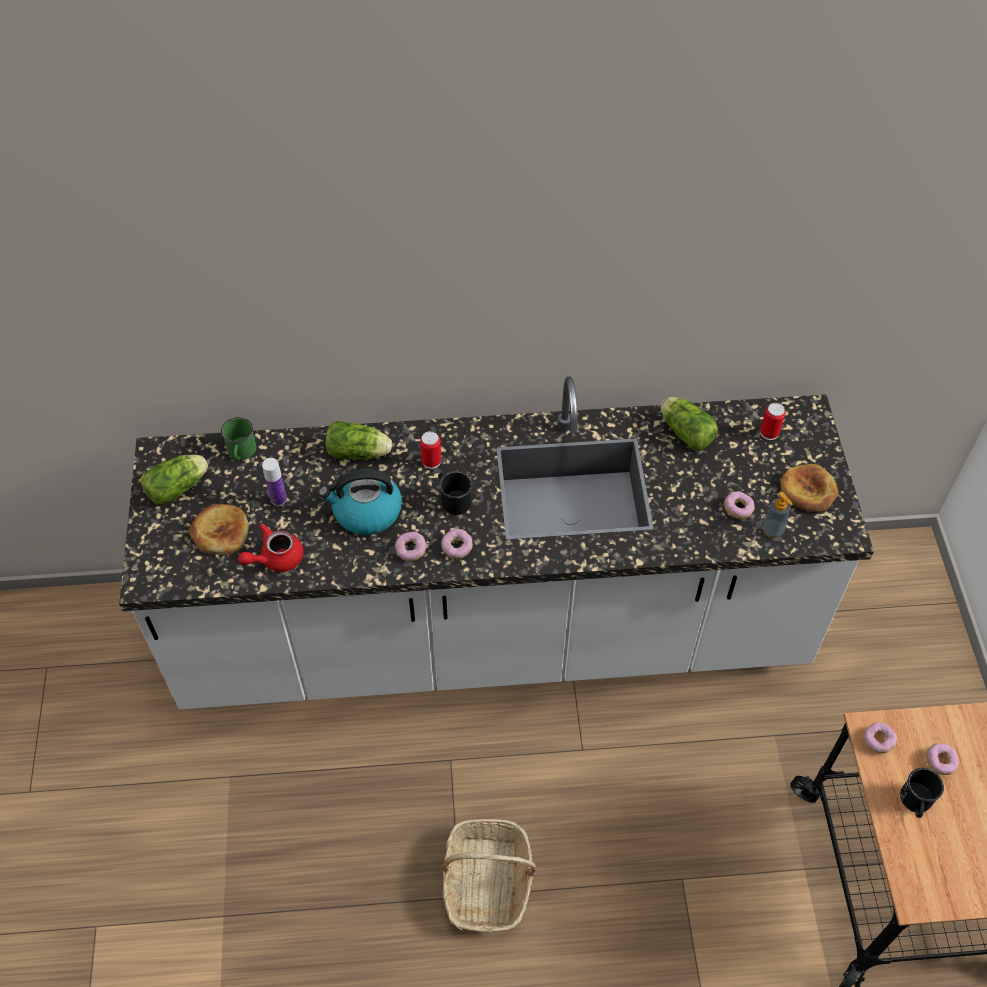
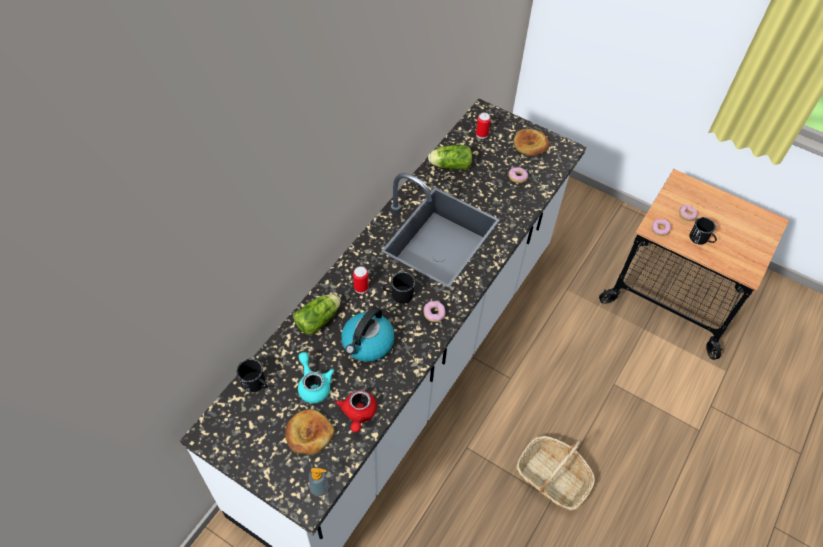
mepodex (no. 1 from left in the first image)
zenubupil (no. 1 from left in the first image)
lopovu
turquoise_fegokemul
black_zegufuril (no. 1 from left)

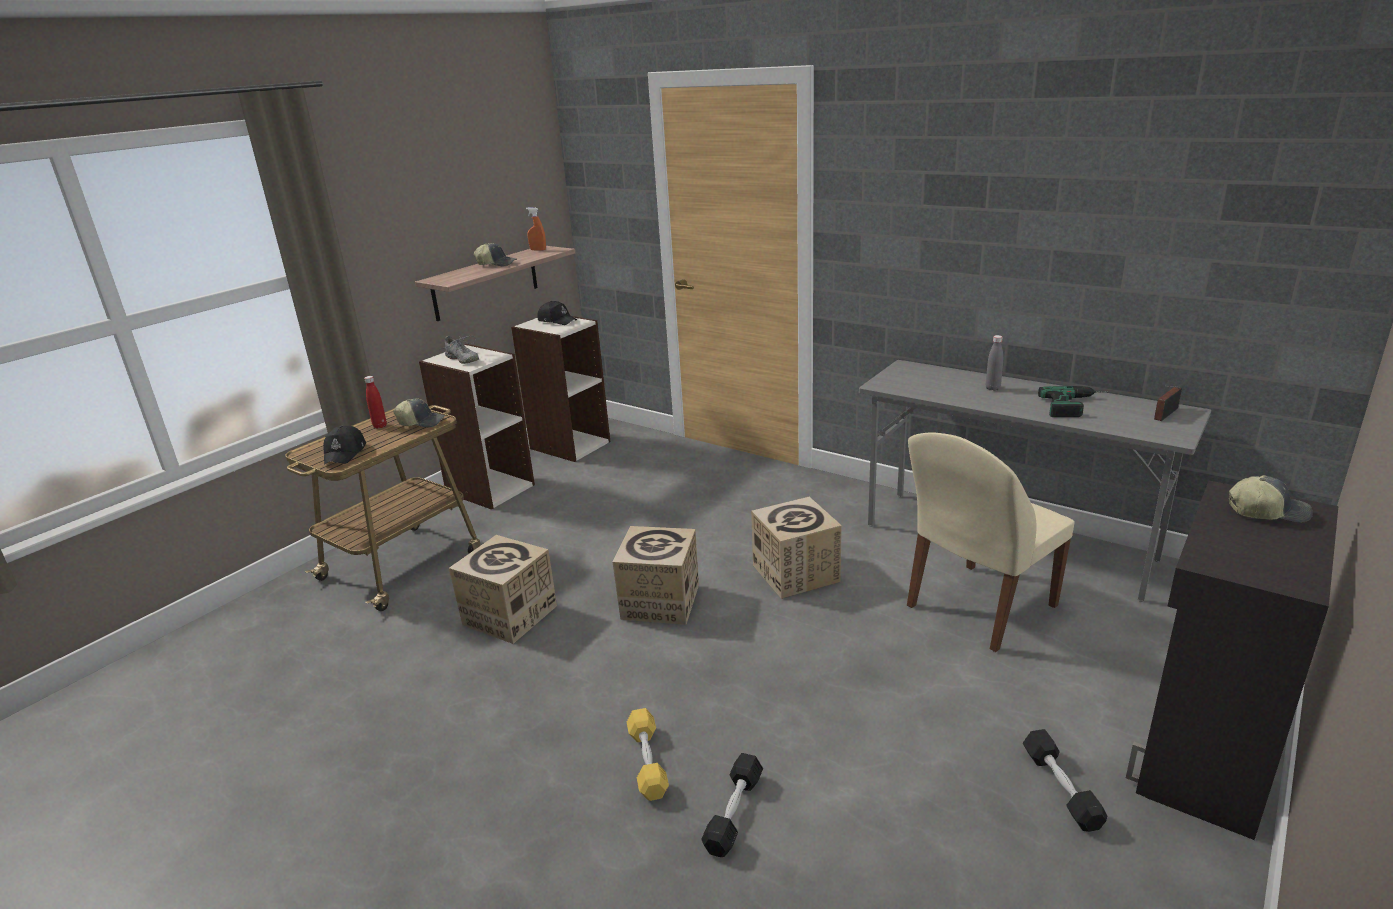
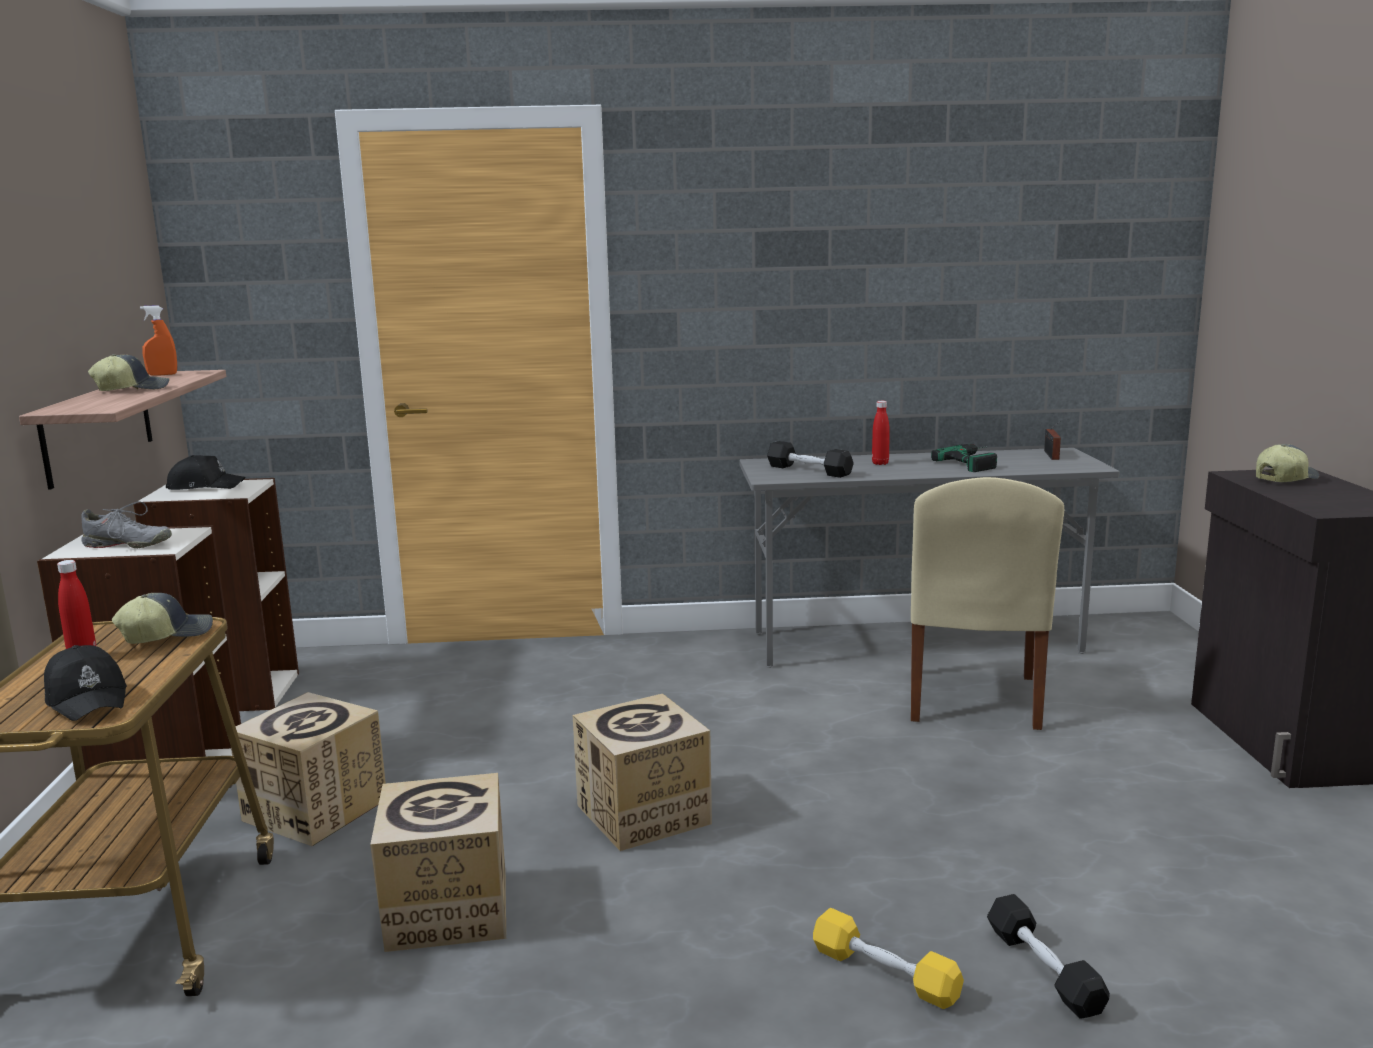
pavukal (no. 1 from left)
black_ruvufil (no. 1 from left)
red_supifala (no. 2 from left)

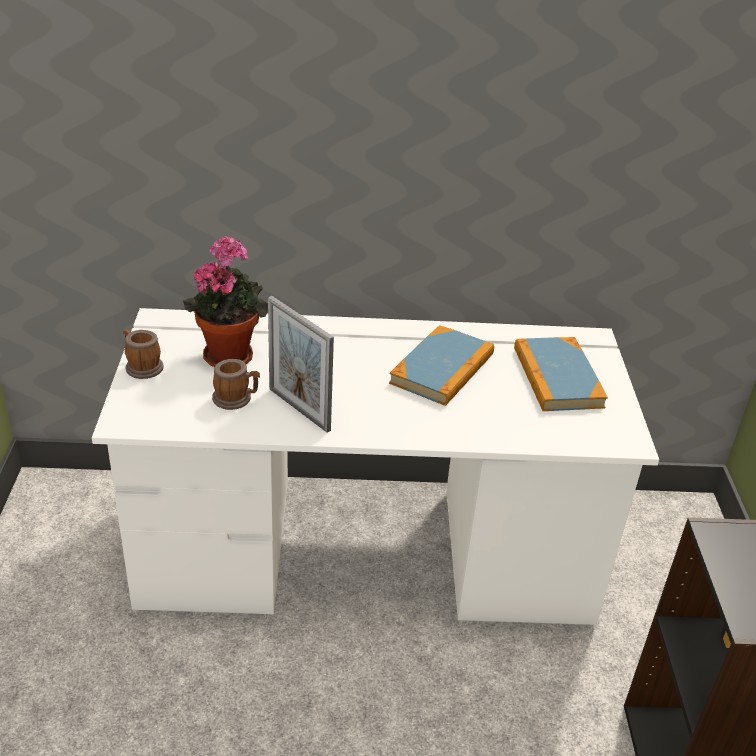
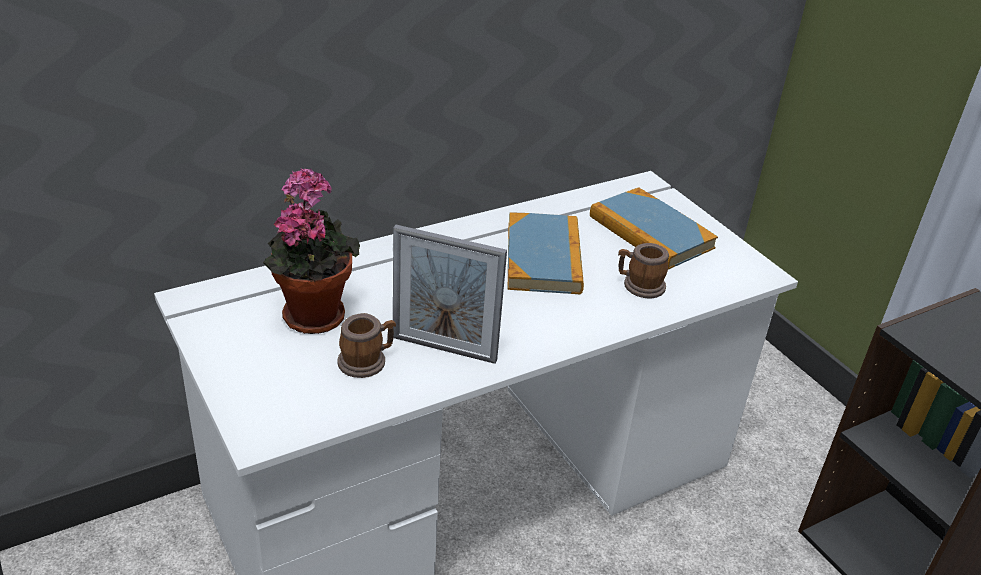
zegufuril (no. 2 from left)

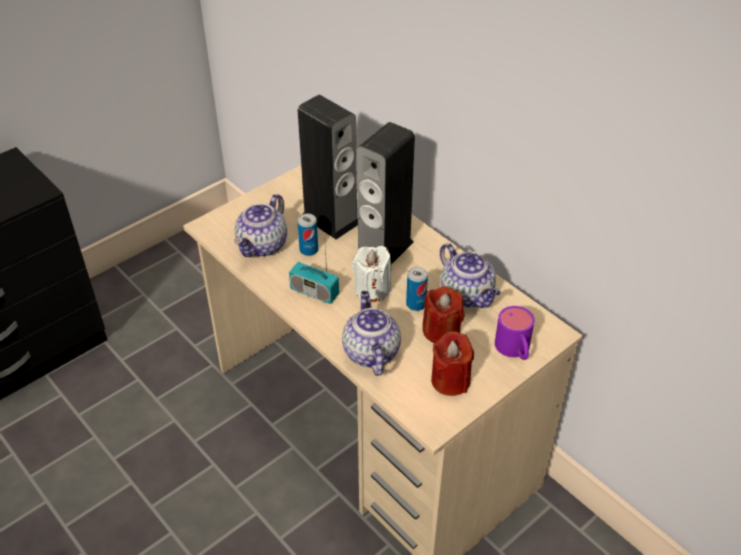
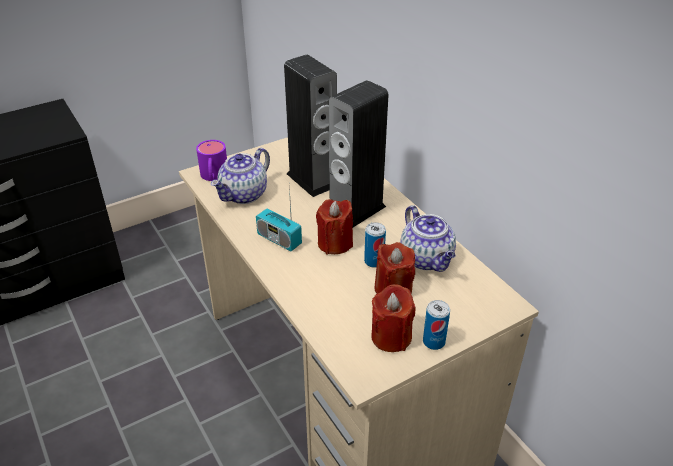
fegokemul (no. 2 from left in the first image)
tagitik (no. 2 from left)
purple_zegufuril
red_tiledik (no. 1 from left)

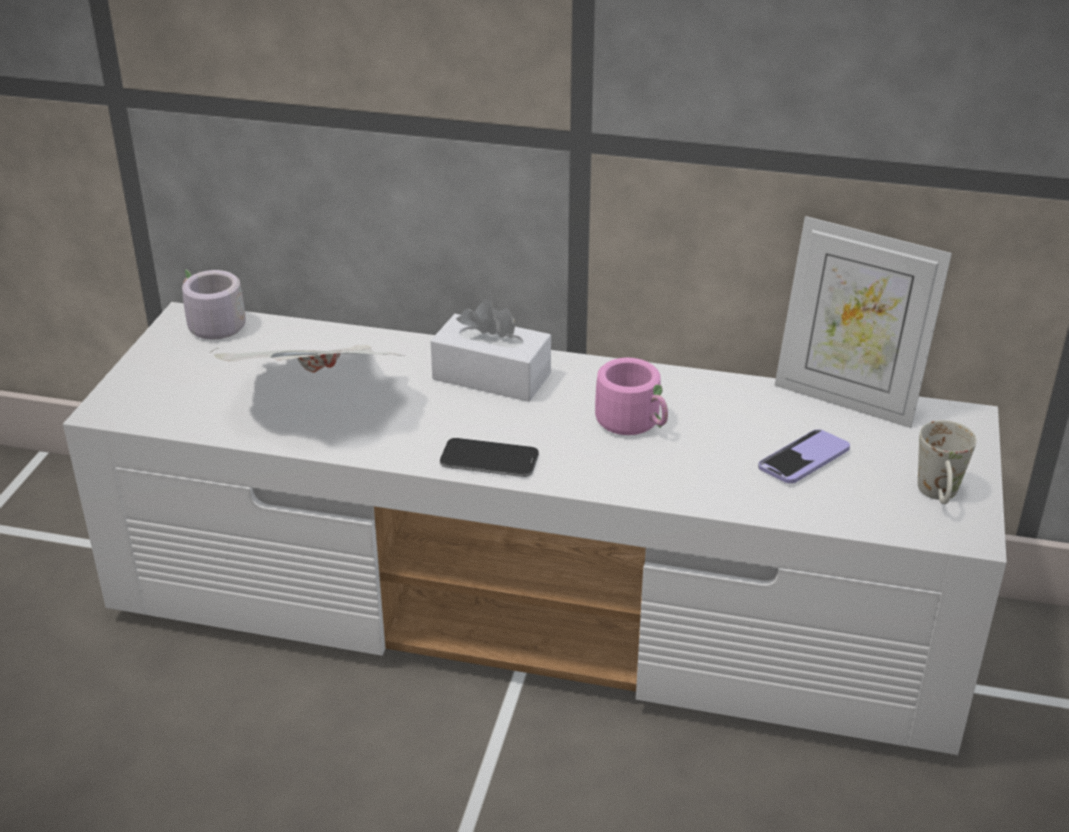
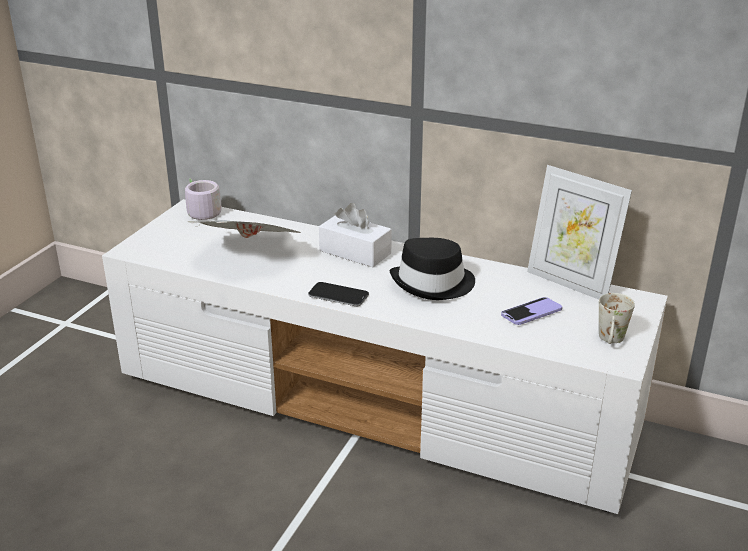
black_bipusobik

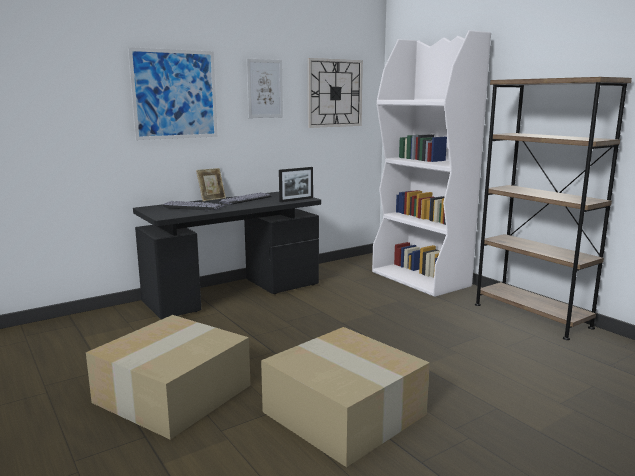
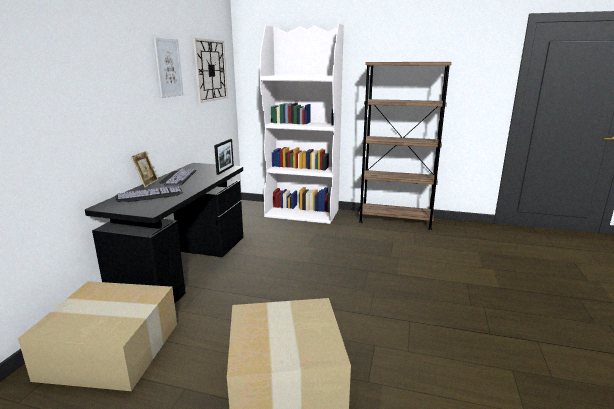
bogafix (no. 1 from left in the first image)
pavukal (no. 1 from left)

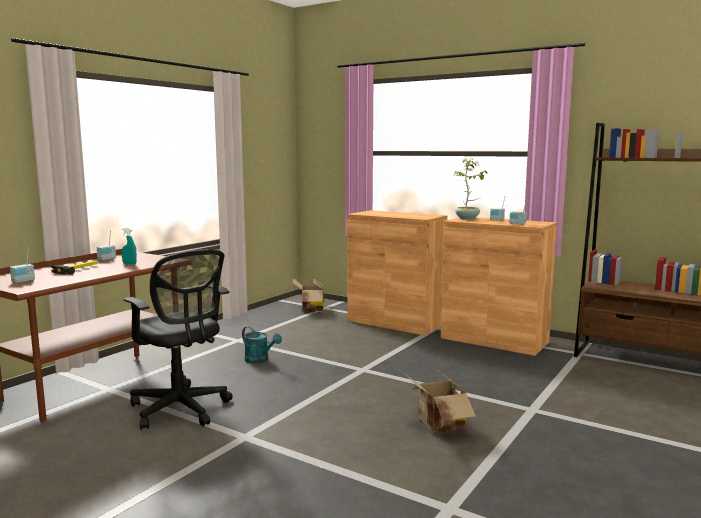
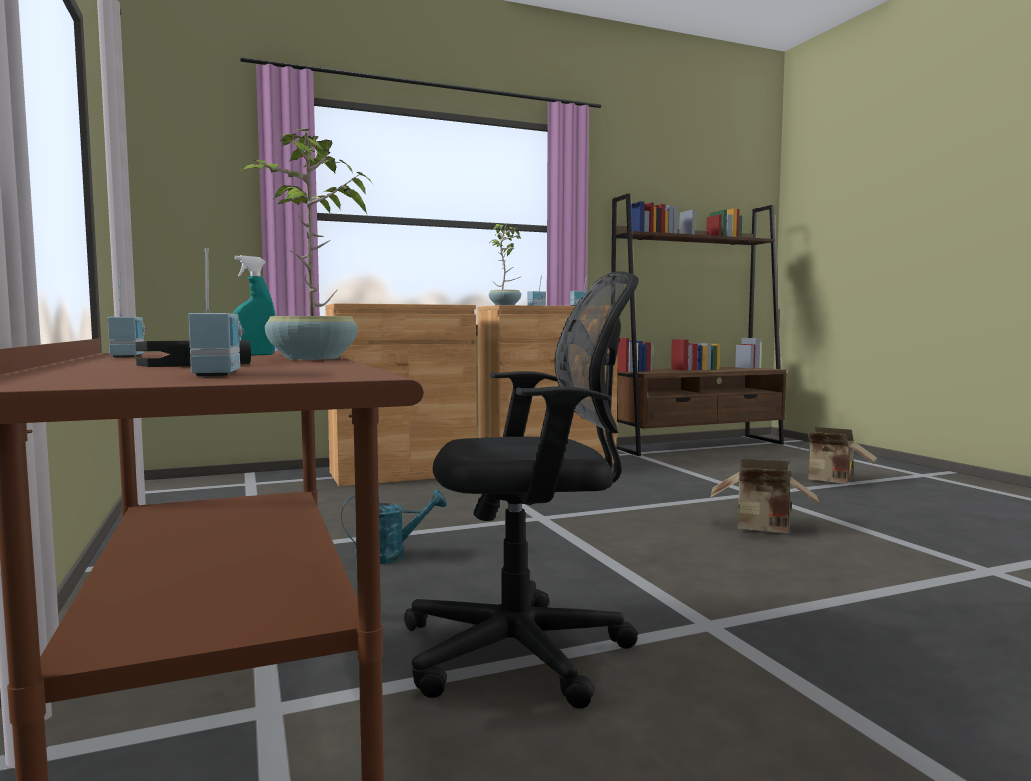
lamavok (no. 1 from left)
pavukal (no. 2 from left)

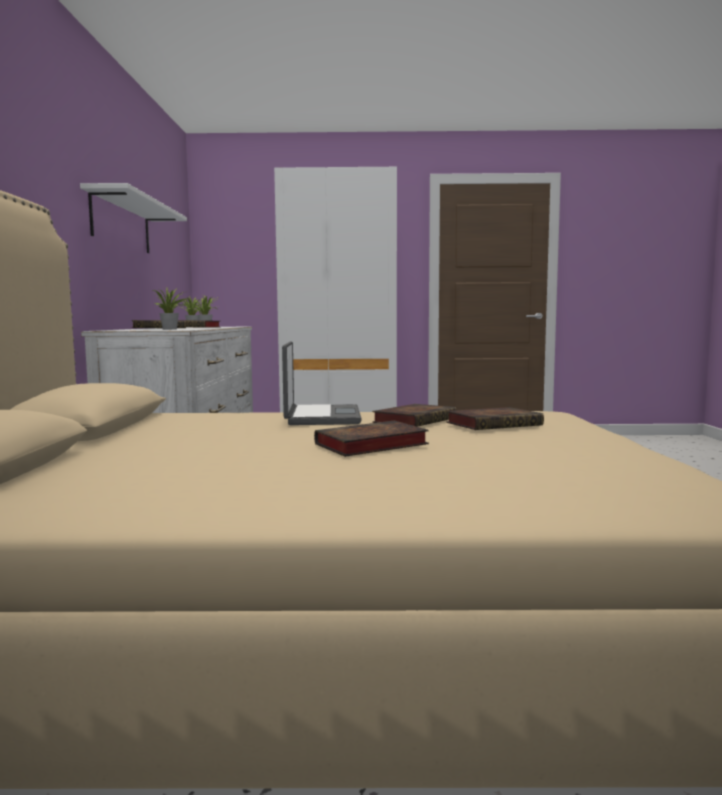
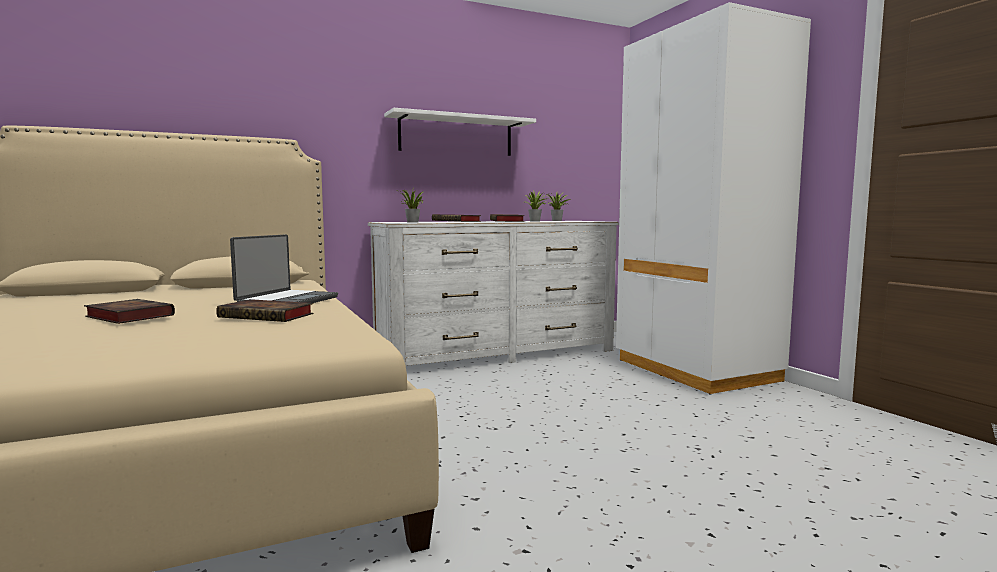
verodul (no. 5 from left in the first image)
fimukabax

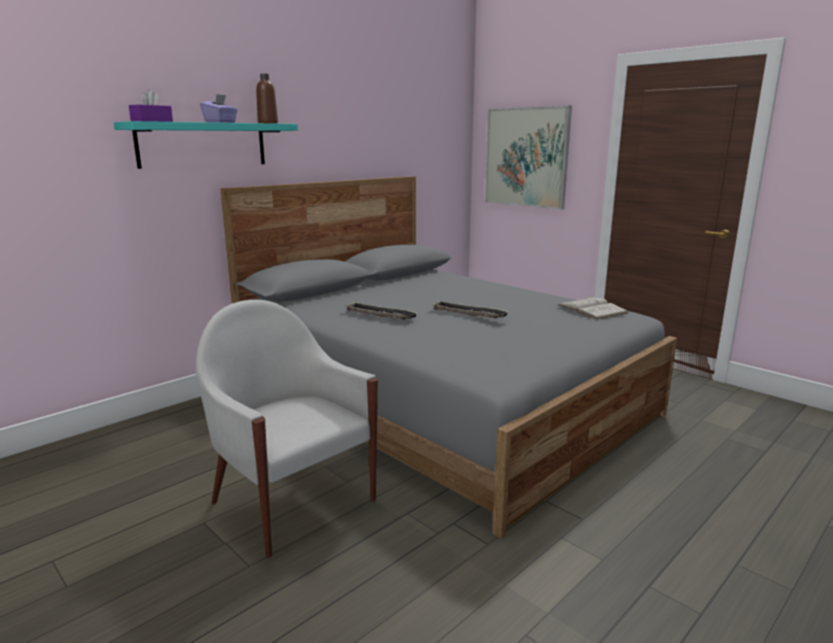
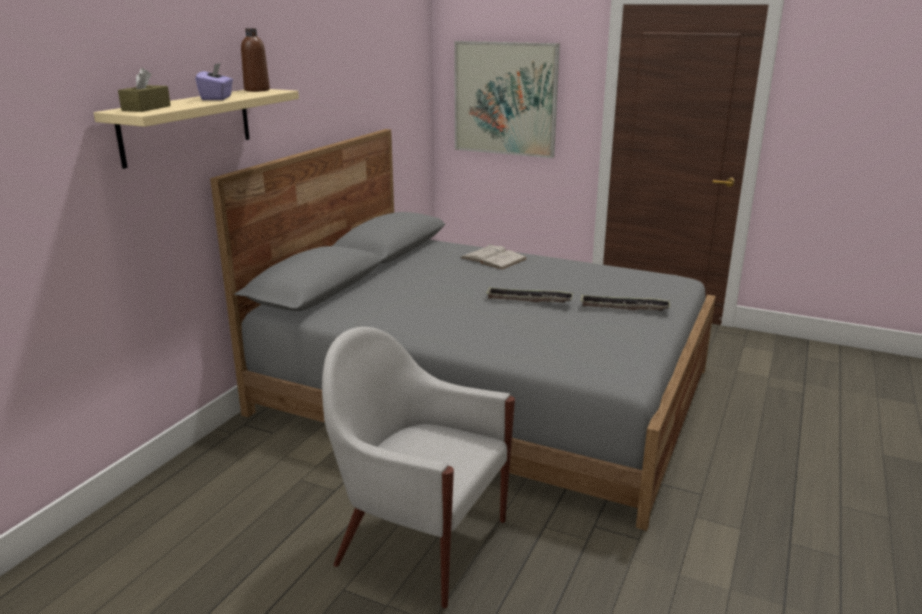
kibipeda (no. 2 from left)
white_verodul
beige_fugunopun
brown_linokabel

